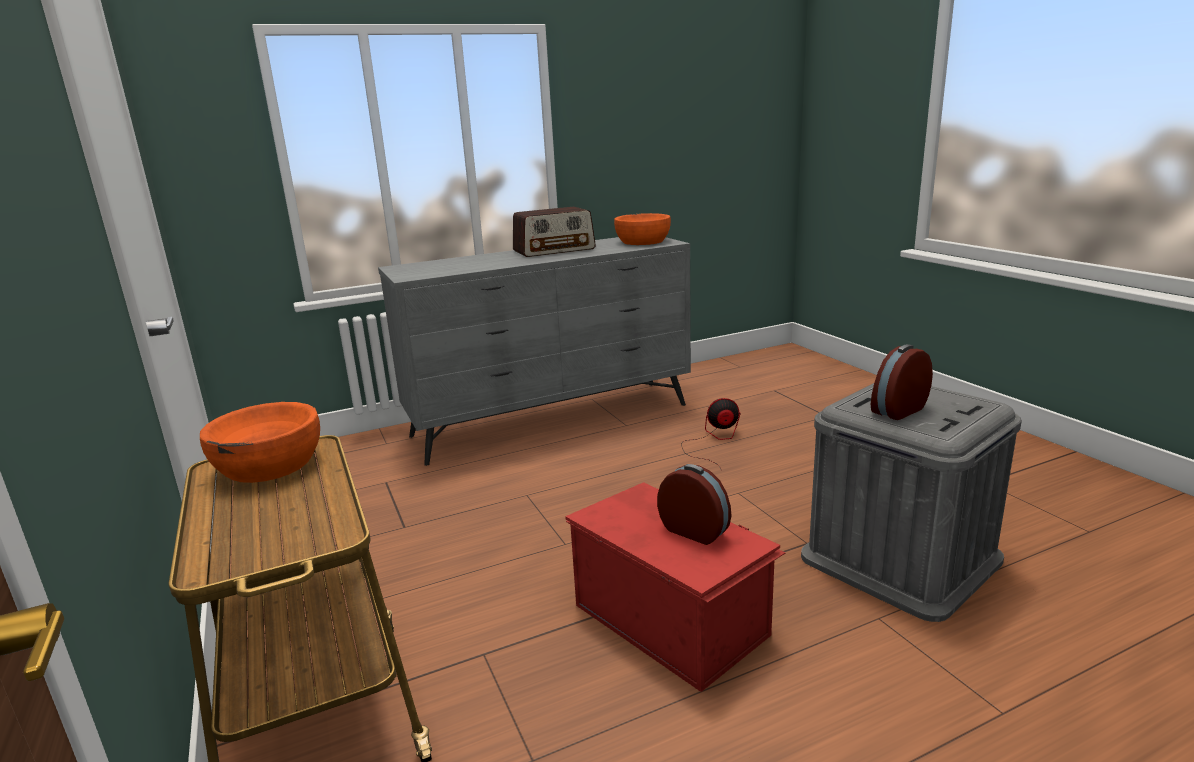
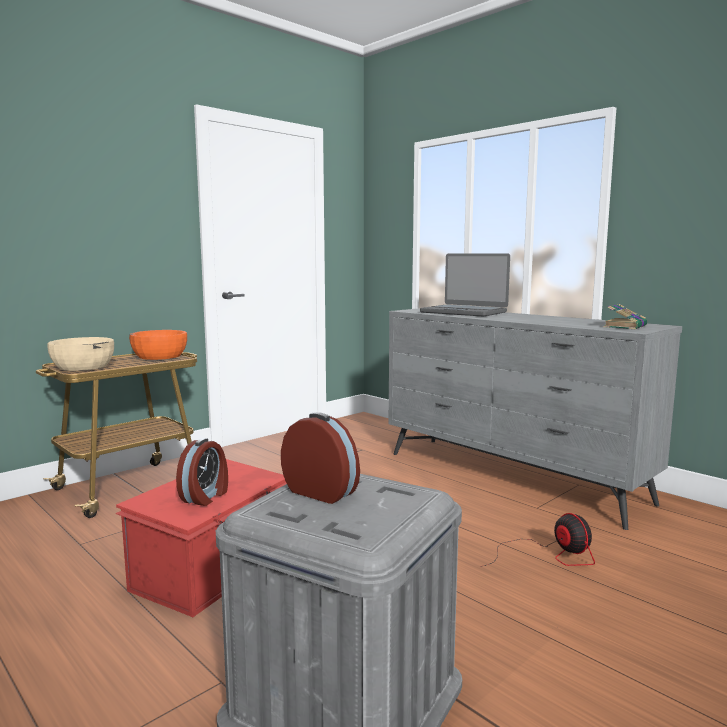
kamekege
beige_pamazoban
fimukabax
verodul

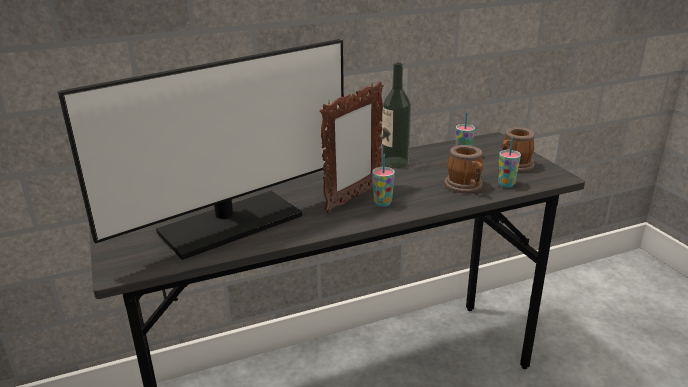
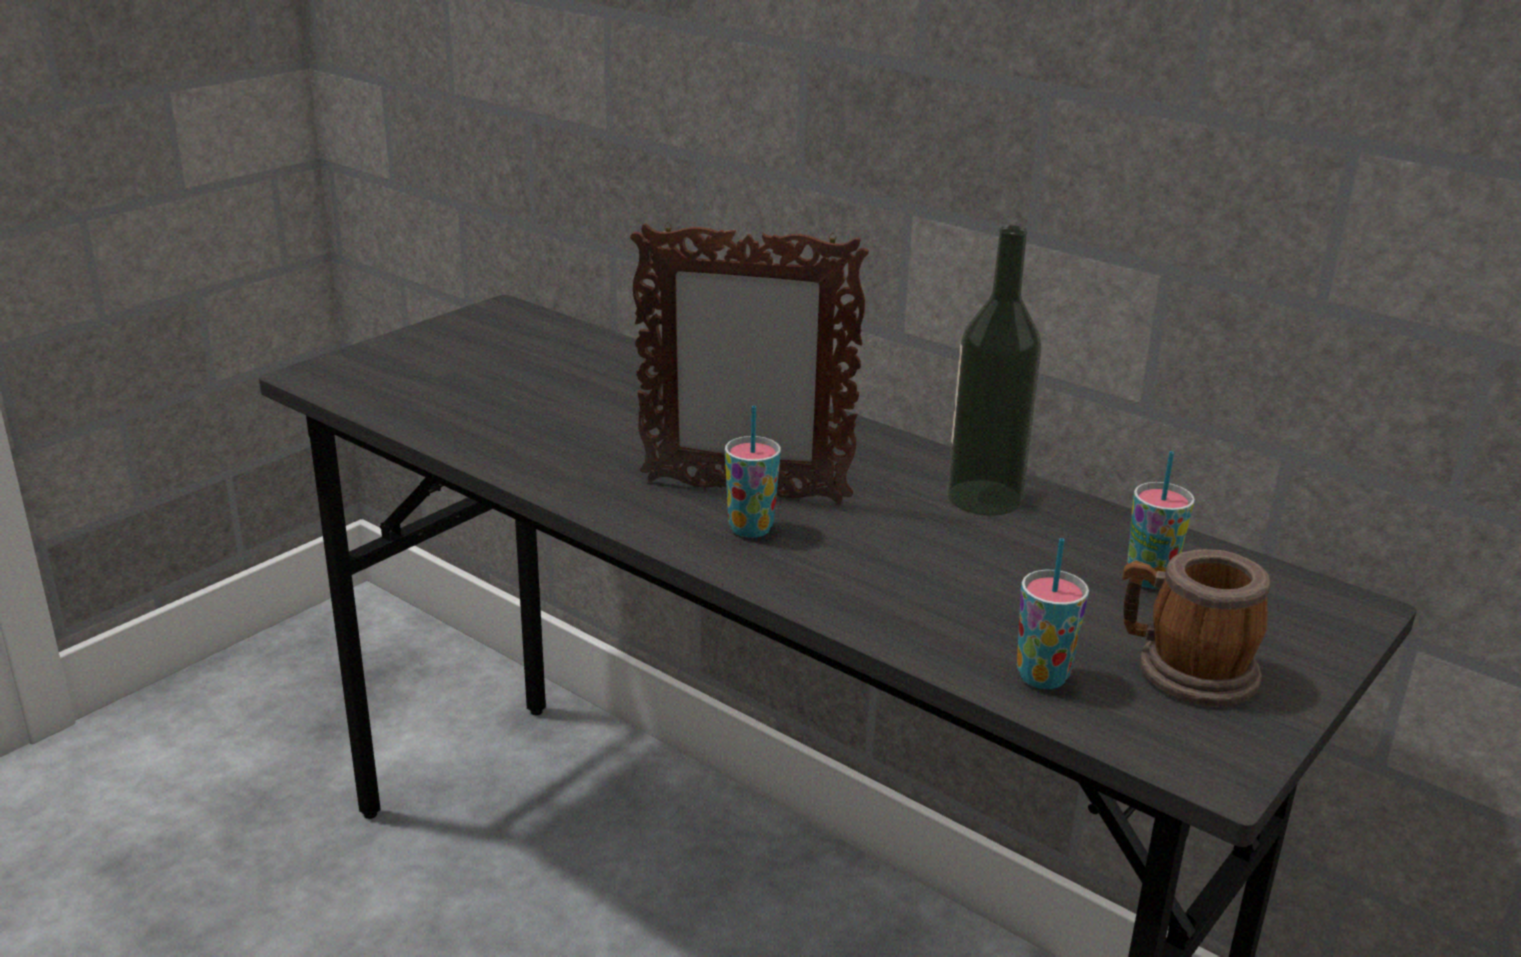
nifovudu
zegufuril (no. 1 from left in the first image)

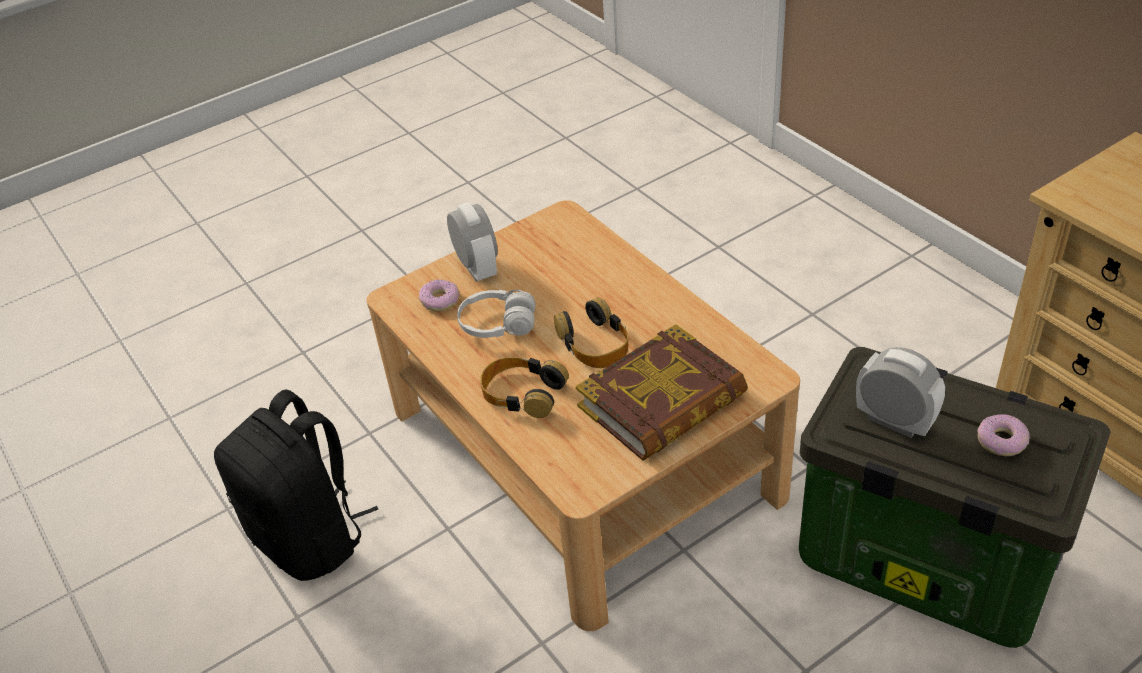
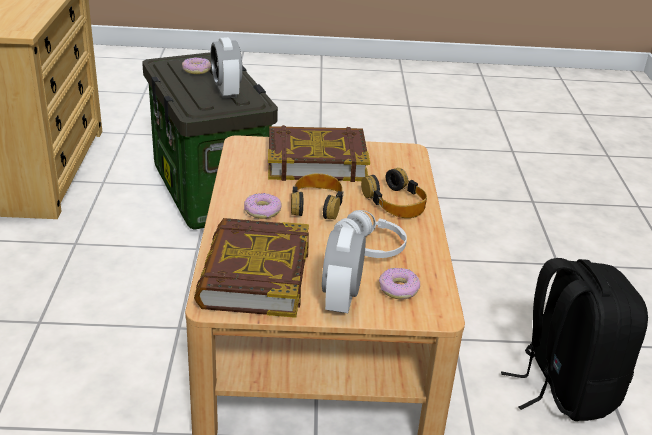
verodul (no. 1 from left)
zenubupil (no. 2 from left)

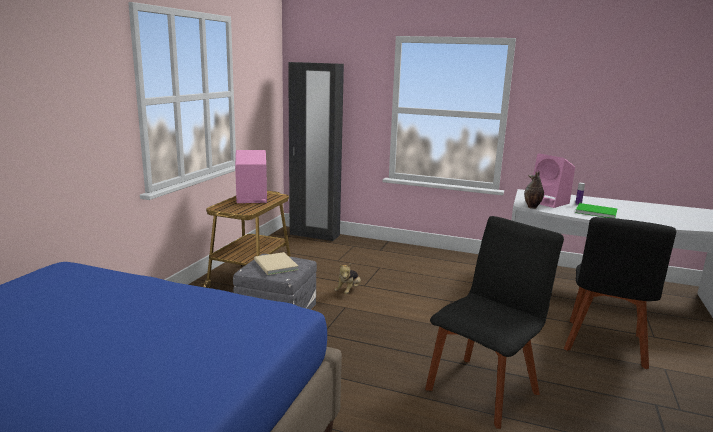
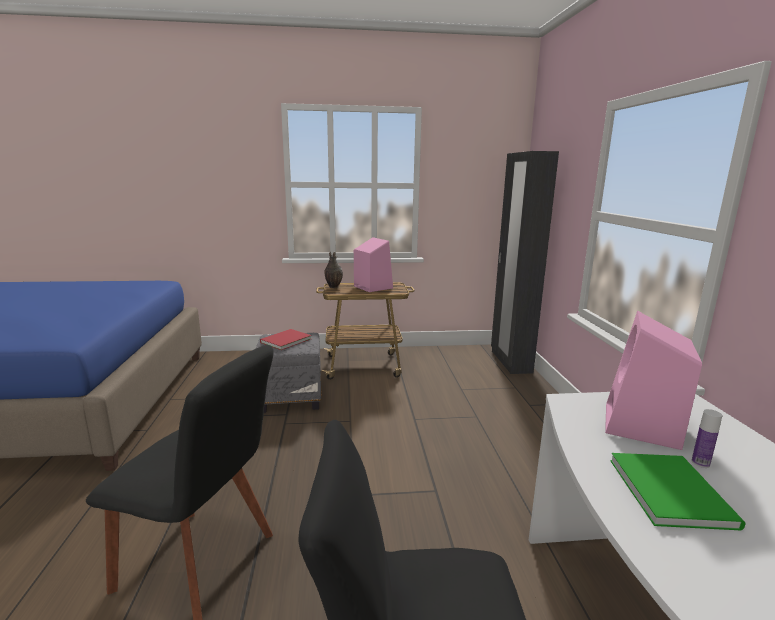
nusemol
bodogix
red_verodul

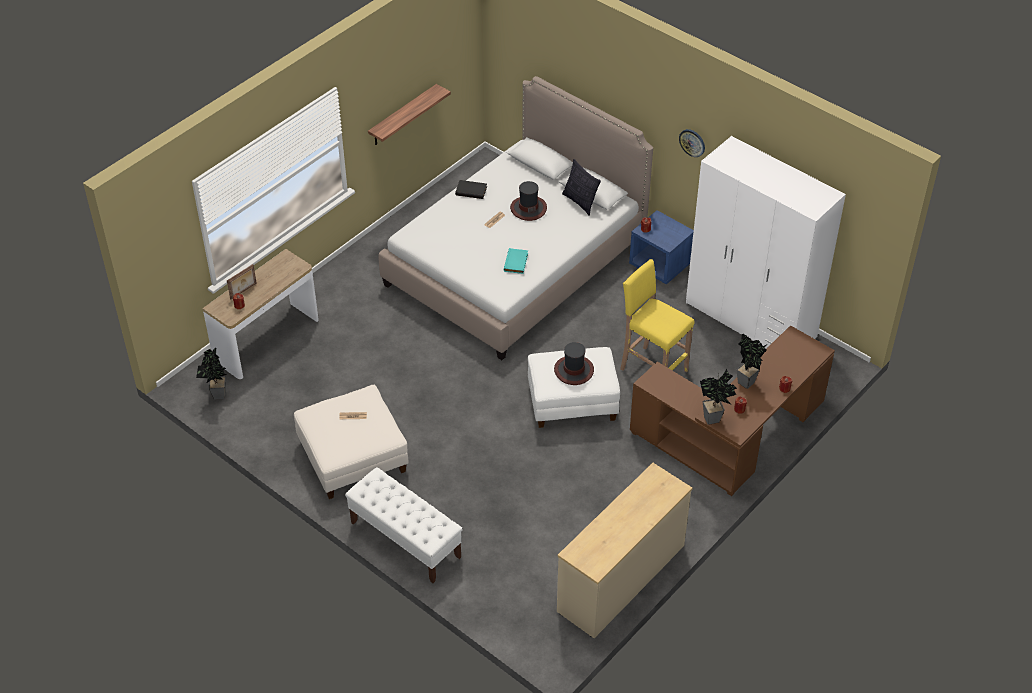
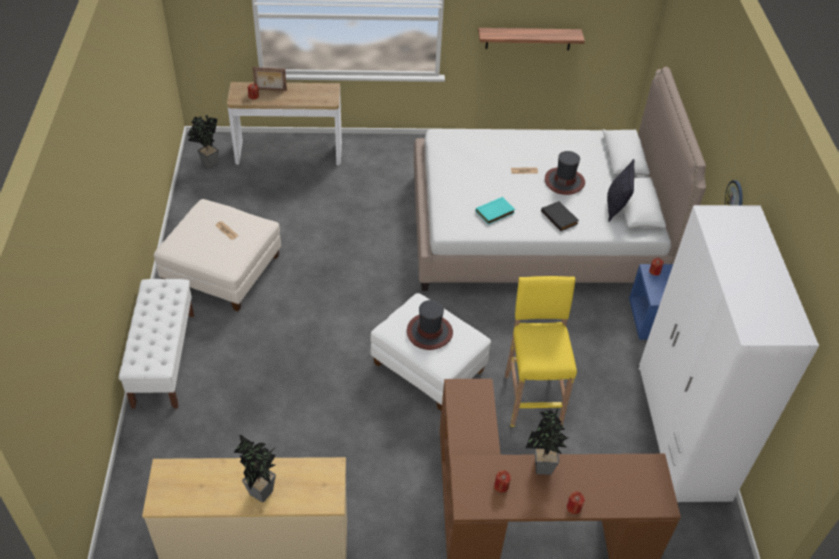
black_verodul
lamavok (no. 2 from left)

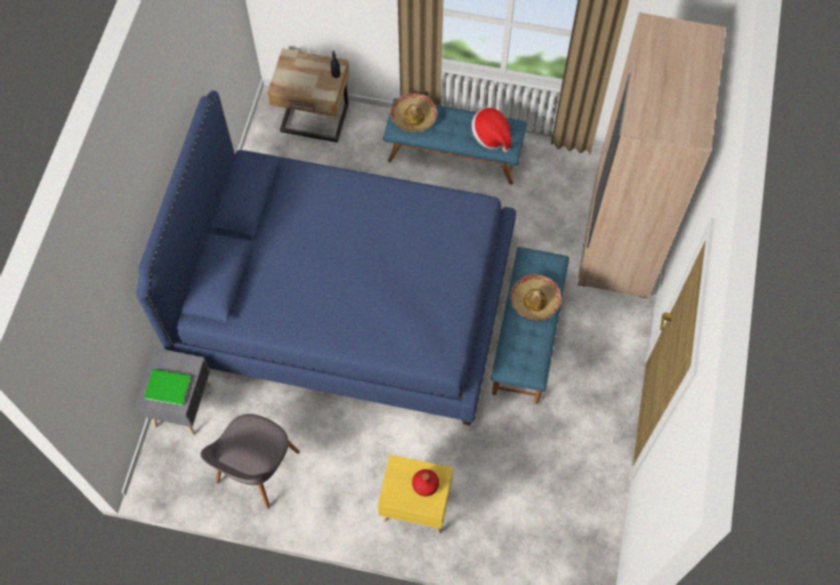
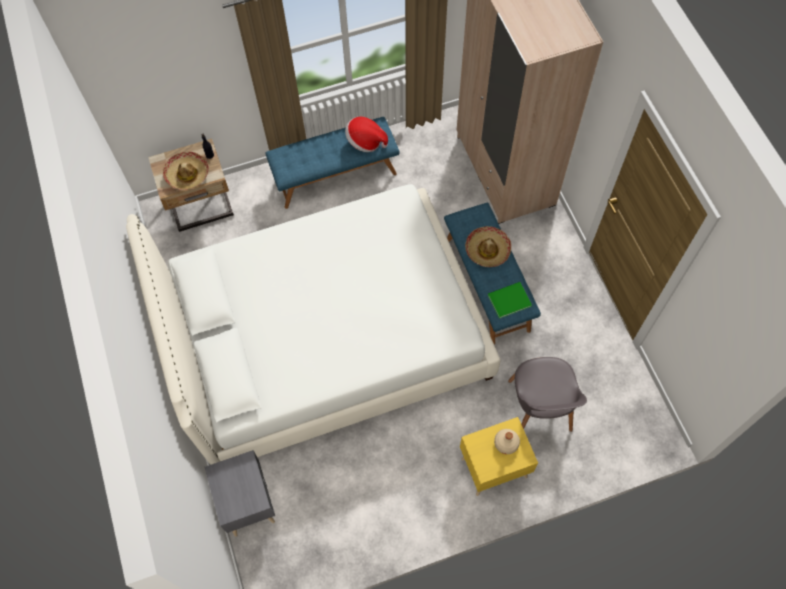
green_verodul
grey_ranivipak
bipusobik (no. 1 from left)
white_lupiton
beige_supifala

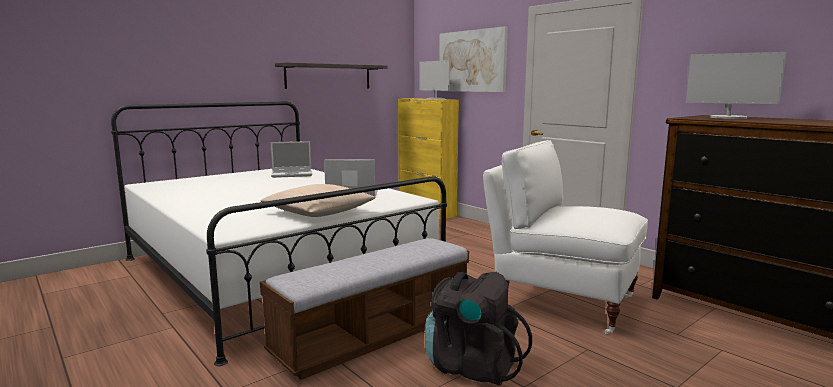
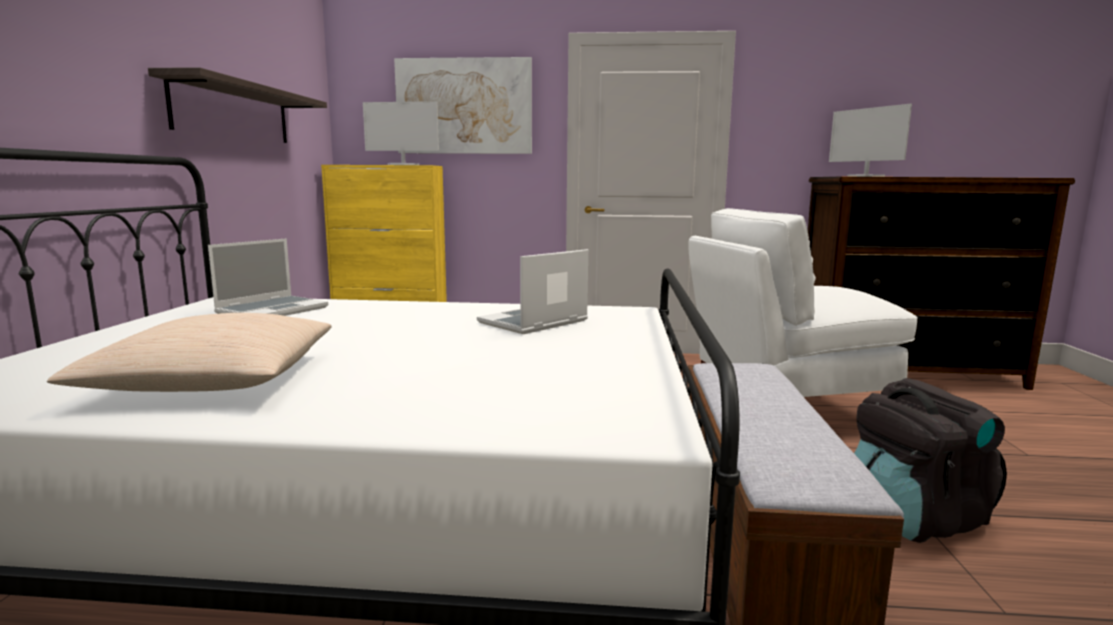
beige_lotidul
nifovudu (no. 2 from left)

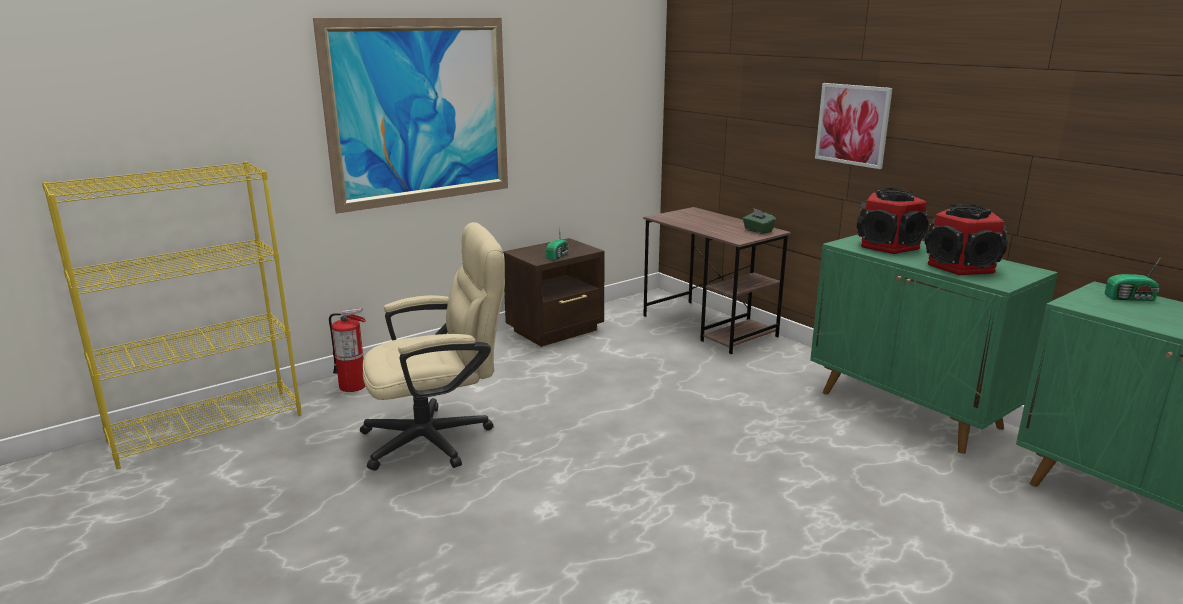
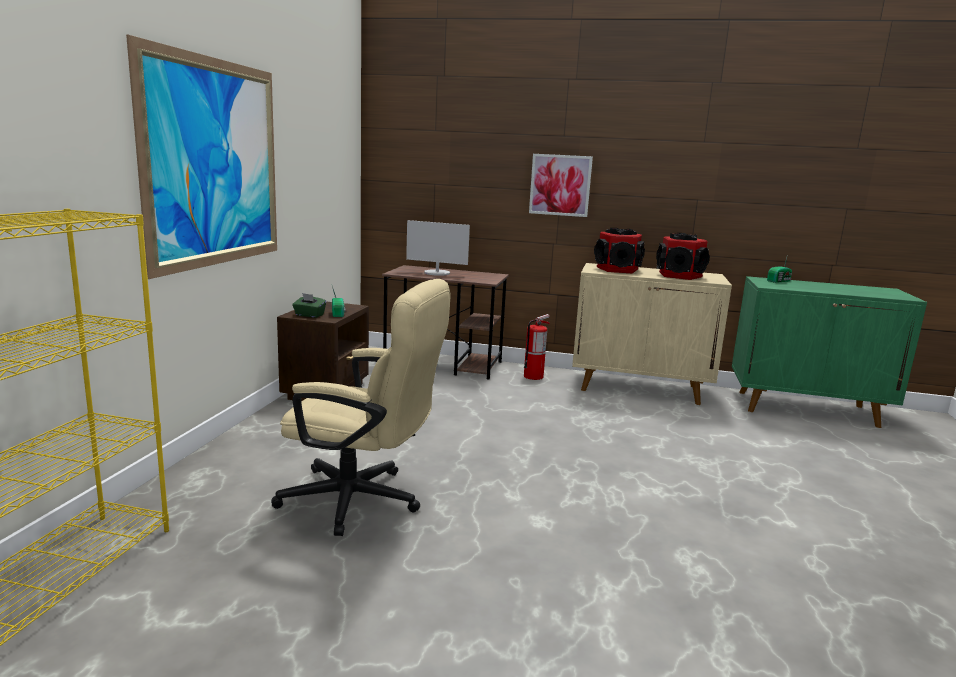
nifovudu
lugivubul
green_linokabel
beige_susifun
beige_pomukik

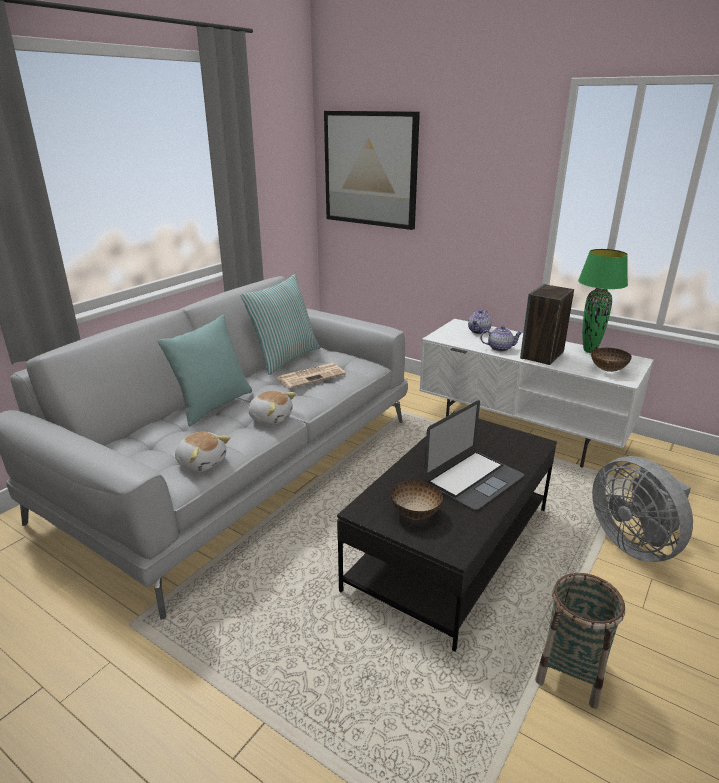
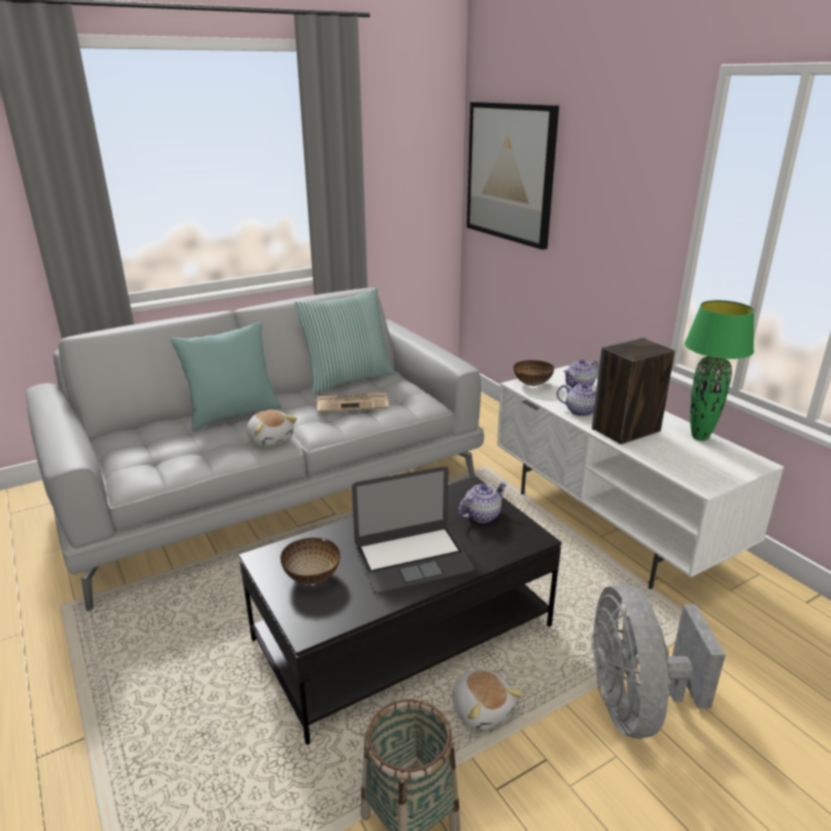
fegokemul (no. 1 from left)
nusemol (no. 2 from left)
pamazoban (no. 2 from left)

